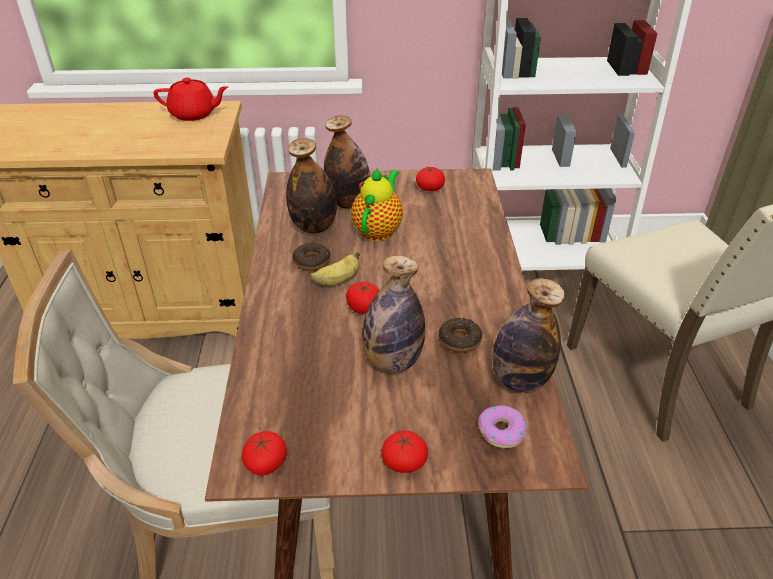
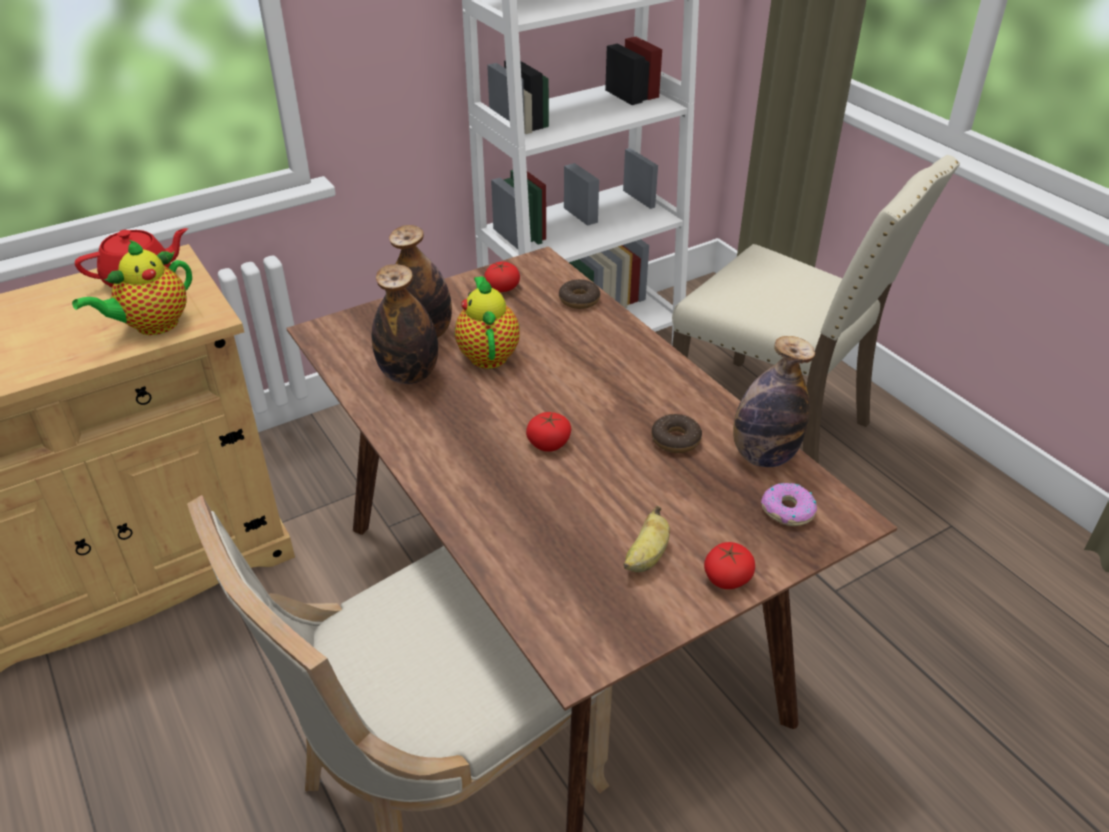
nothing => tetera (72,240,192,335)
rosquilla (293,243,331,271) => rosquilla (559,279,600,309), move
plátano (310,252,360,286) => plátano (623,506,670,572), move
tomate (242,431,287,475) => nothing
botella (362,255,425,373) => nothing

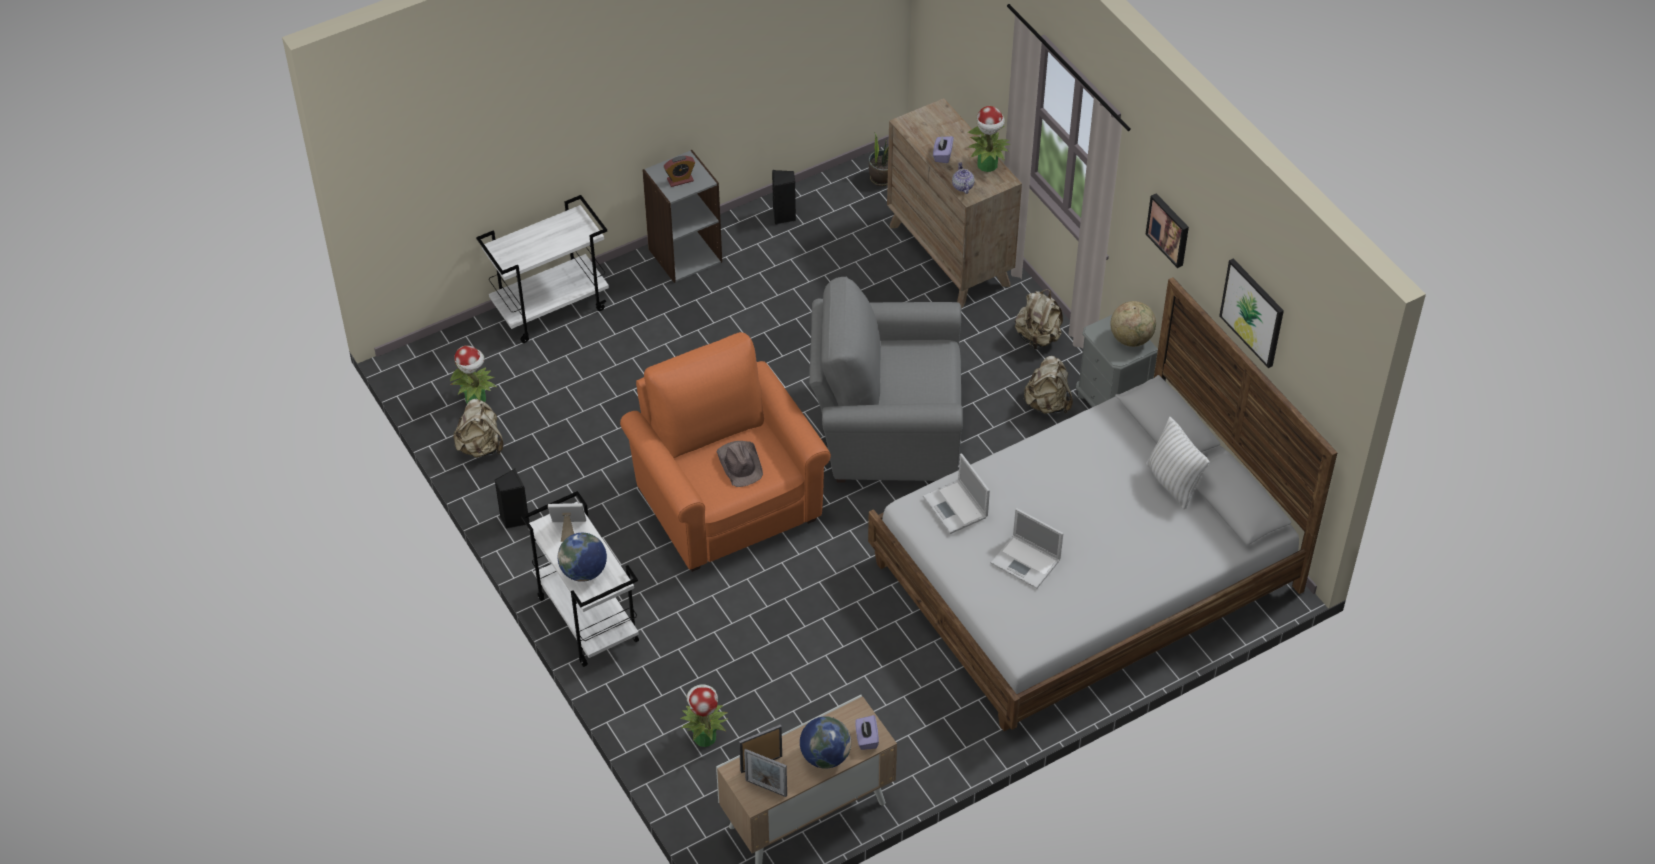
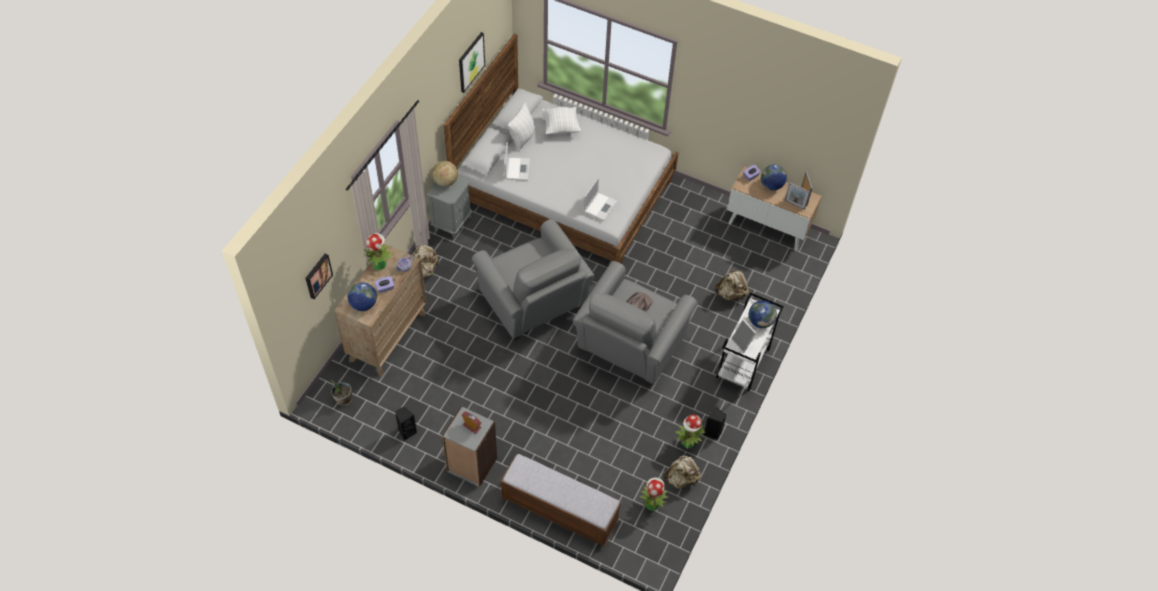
cuadro (1146,193,1189,268) => cuadro (306,254,333,299), move
nothing => globo terráqueo (348,282,377,311)
carrito (blanco) (476,195,609,343) => banco (500,454,621,547)
portátil (990,508,1063,589) => portátil (504,142,530,181), move
nothing => cojín (blanco) (542,107,581,135)
sillón (naranja) (620,332,831,572) => sillón (gris) (573,261,698,386)
planta en maceta (680,684,728,747) => planta en maceta (675,415,705,449), move
mochila (beis) (1024,356,1073,414) => mochila (beis) (715,268,749,301), move

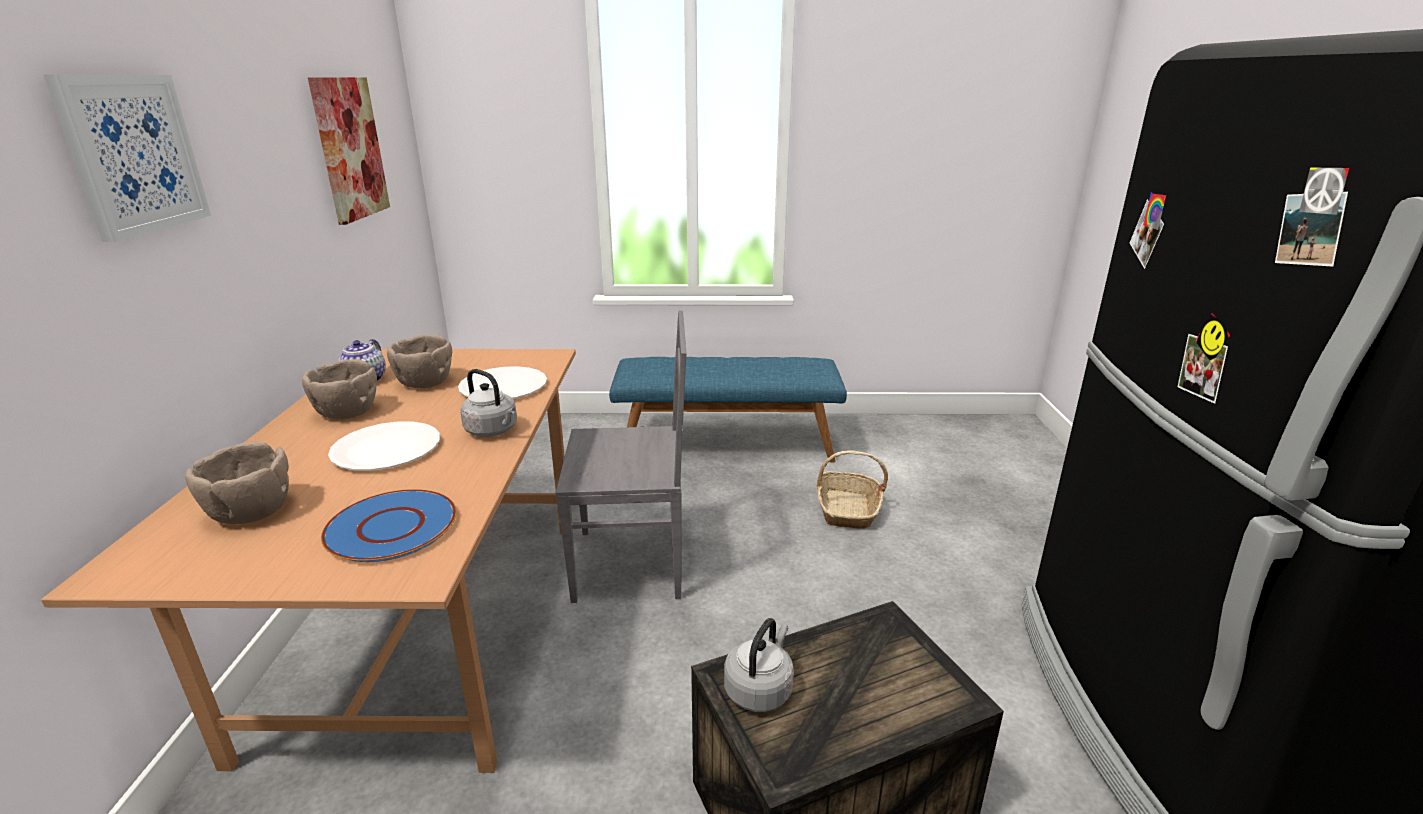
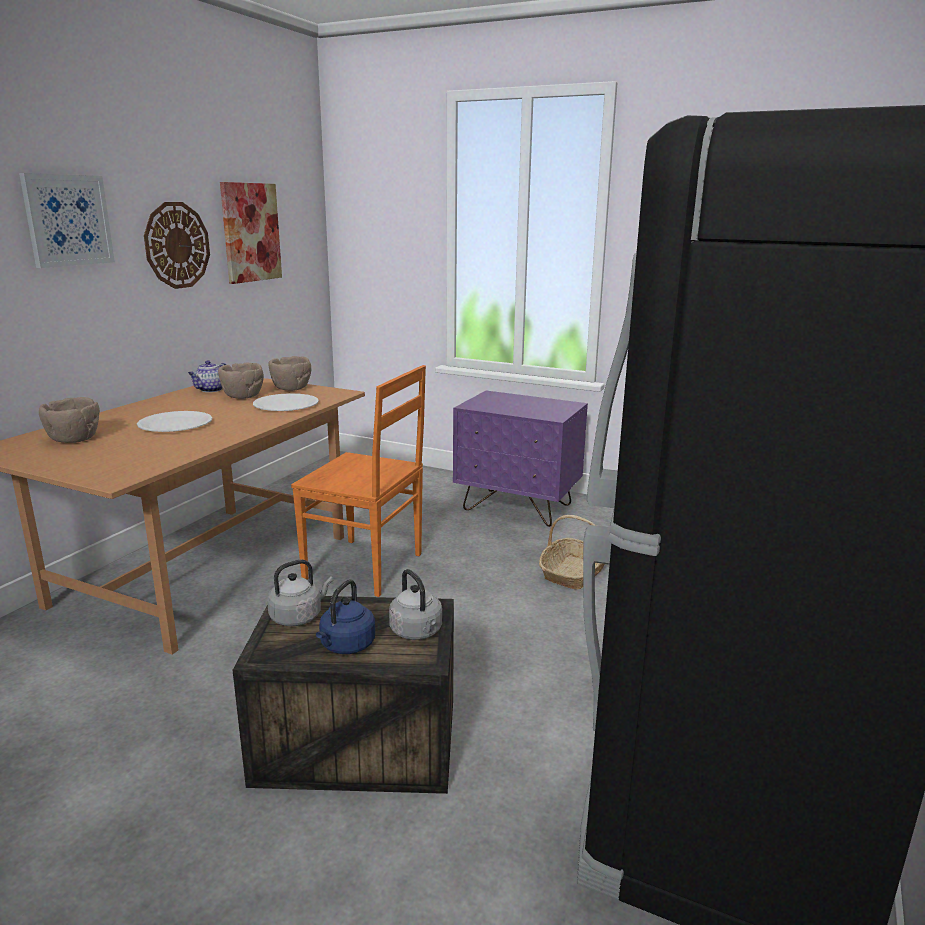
nothing => reloj de pared (144,202,210,289)
cuenco (marrón) (302,359,377,419) => cuenco (marrón) (268,356,311,391), move
silla (gris) (555,311,687,603) => silla (naranja) (291,365,426,597)
nothing => hervidor (azul) (316,579,375,654)
hervidor (gris) (460,369,517,437) => hervidor (gris) (389,569,442,640), move
banco (azul) (609,357,847,463) => mesita de noche (morado) (453,391,588,527)
plato (azul) (321,489,457,562) => nothing

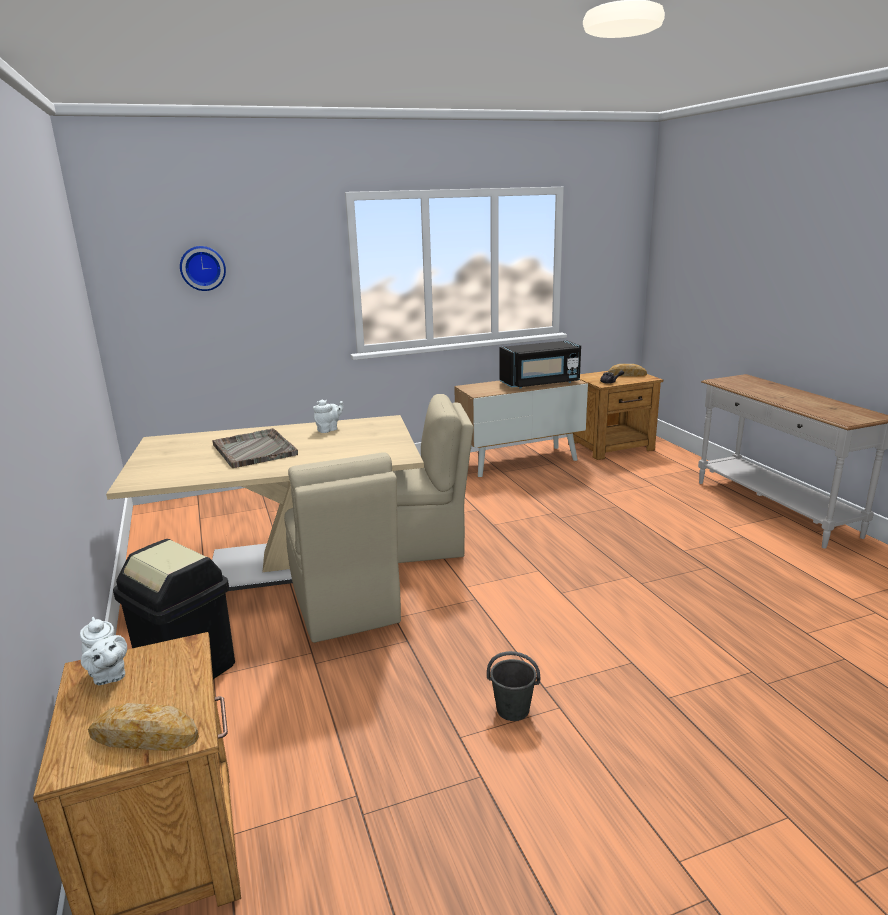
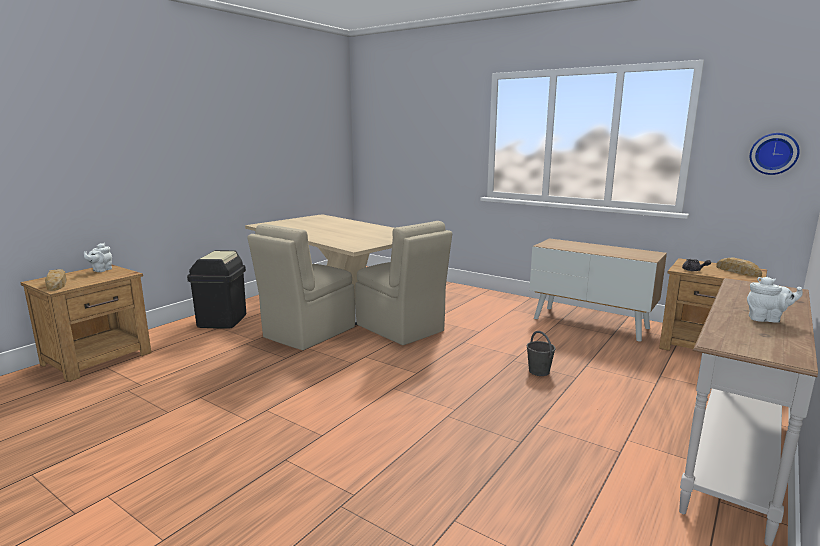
cubo (gris) (487,651,540,721) => cubo (gris) (527,331,556,376), move
tetera (blanco) (313,400,344,433) => tetera (blanco) (747,277,803,323), move
reloj de pared (180,246,226,291) => reloj de pared (750,133,800,175), move
bandeja (gris) (212,428,298,468) => nothing
microondas (negro) (500,340,581,389) => nothing

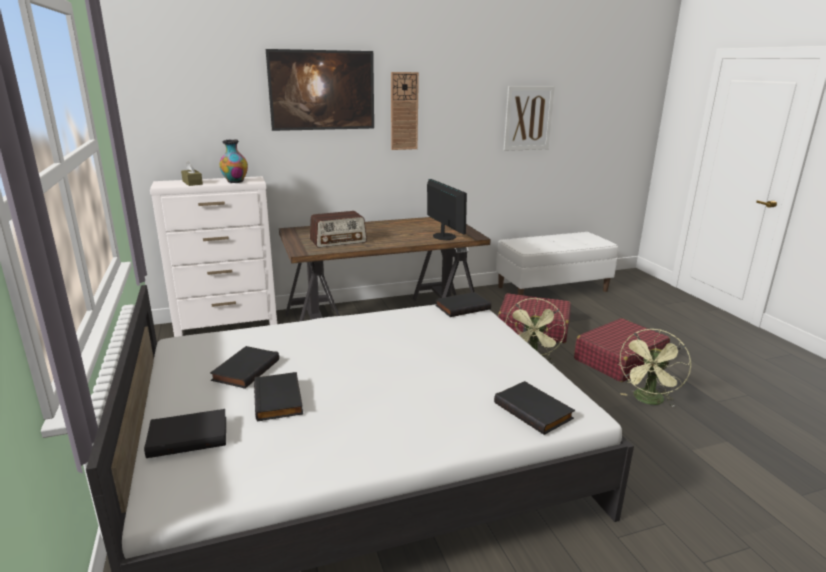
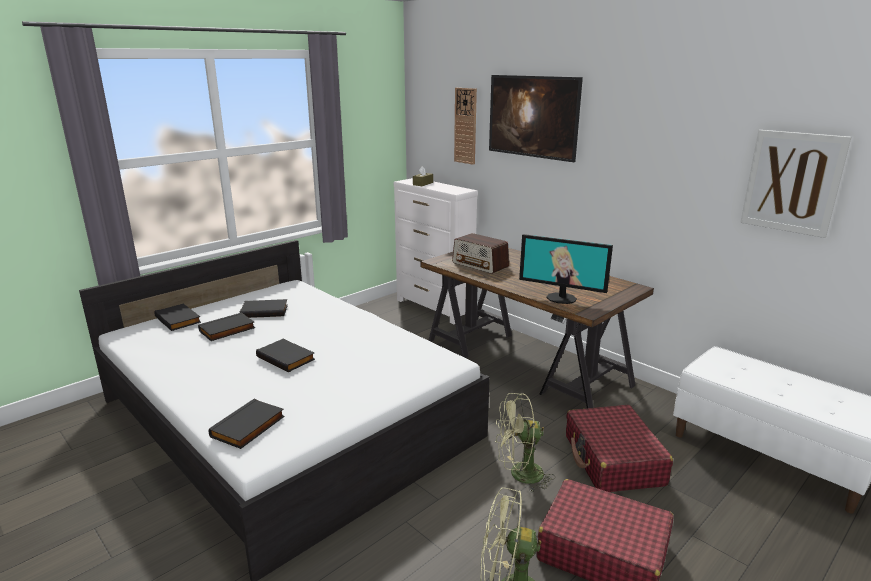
libro (negro) (435,292,491,317) => libro (negro) (256,339,315,372), move
reloj de pared (391,72,419,150) => reloj de pared (454,88,477,165), move
monitor (427,179,467,240) => monitor (519,234,613,304), 75 degrees clockwise
florero (220,139,248,183) => nothing

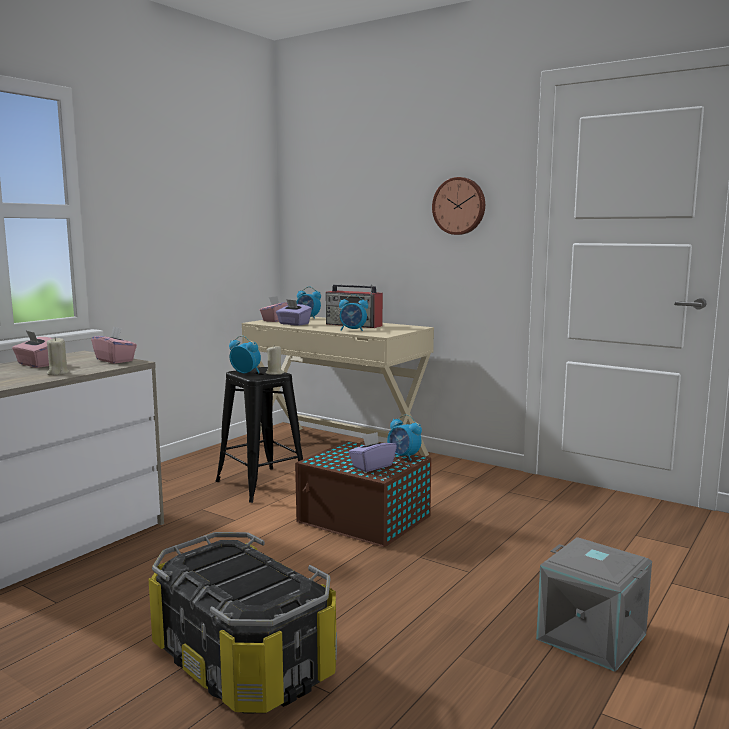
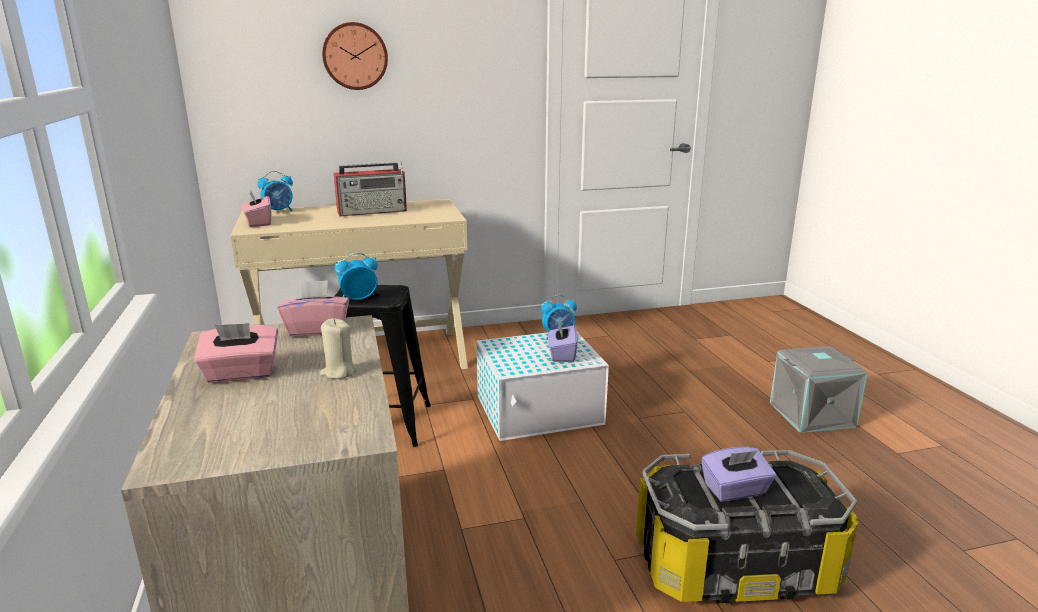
reloj de pared (432,177,485,235) => reloj de pared (322,22,388,90), move
caja de almacenaje (marrón) (295,441,431,547) => caja de almacenaje (blanco) (476,332,609,441)
caja de pañuelos (morado) (276,299,312,326) => caja de pañuelos (morado) (701,447,776,502), move
vela (beis) (266,346,284,375) => nothing
despertador (339,294,368,331) => nothing

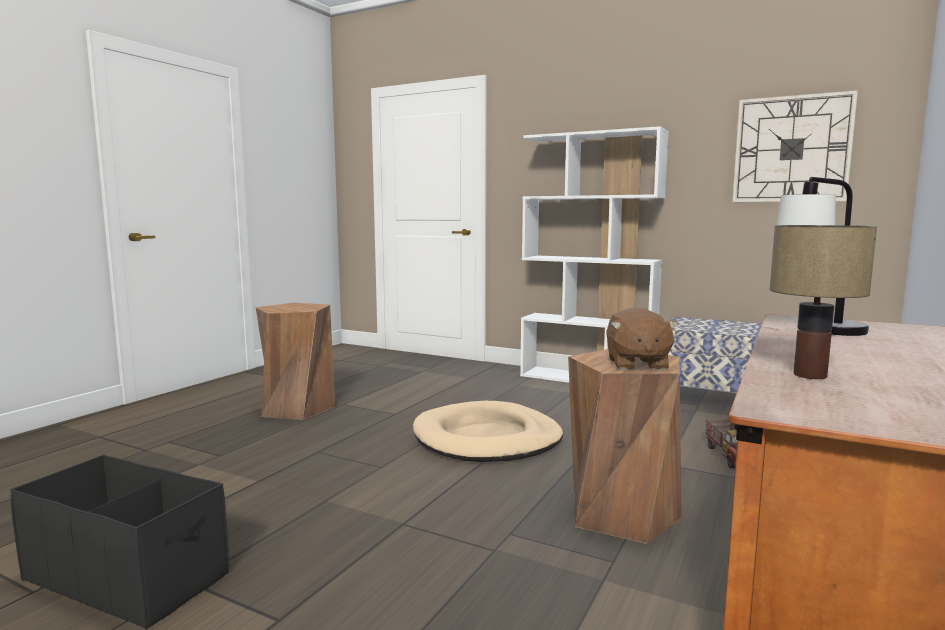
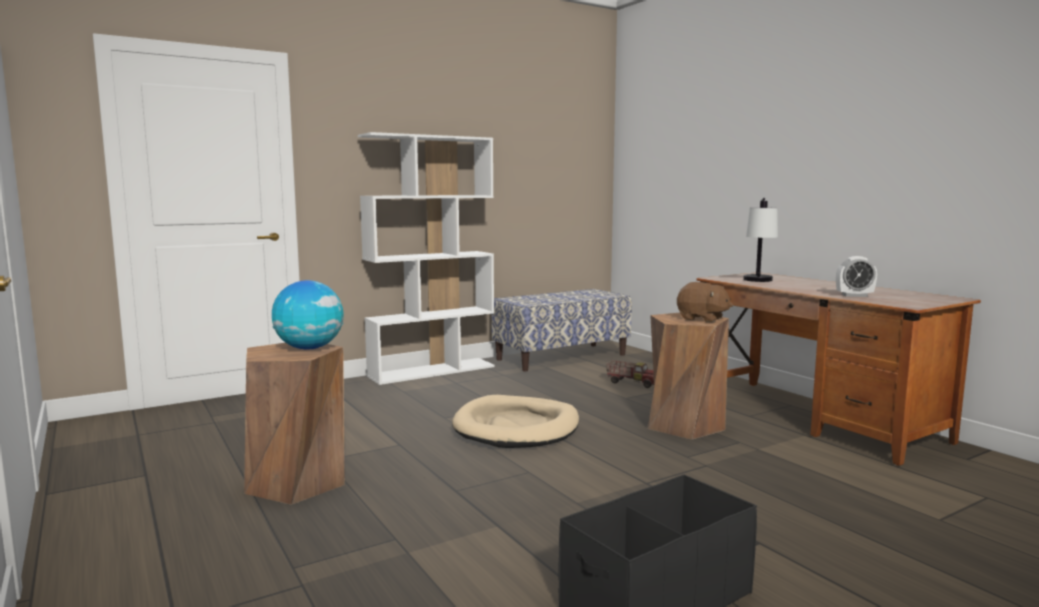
nothing => globo terráqueo (272,280,344,349)
lámpara de mesa (769,225,877,379) => despertador (836,256,877,297)
reloj de pared (732,90,858,202) => nothing

